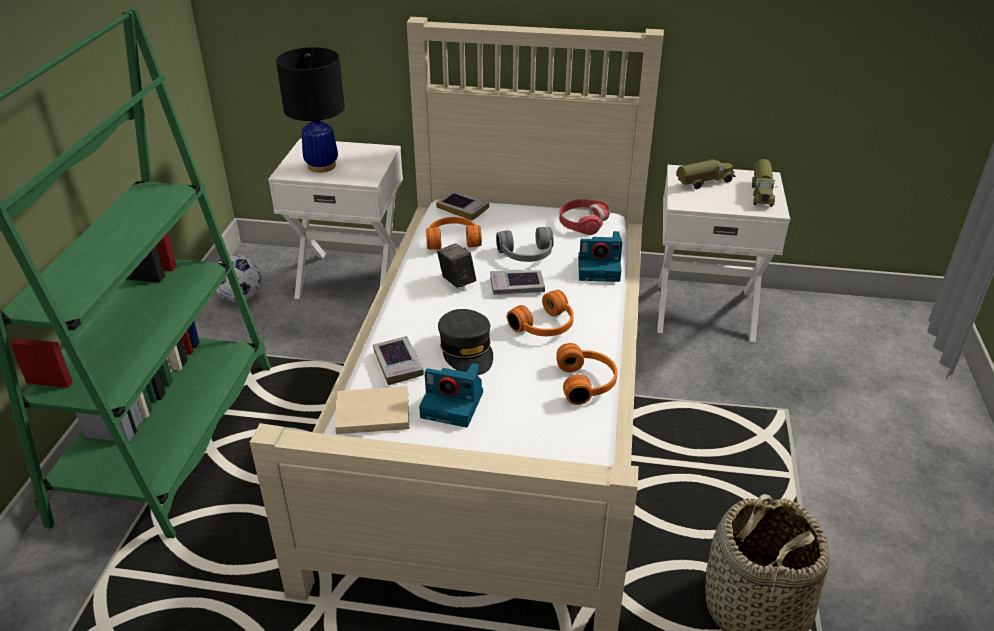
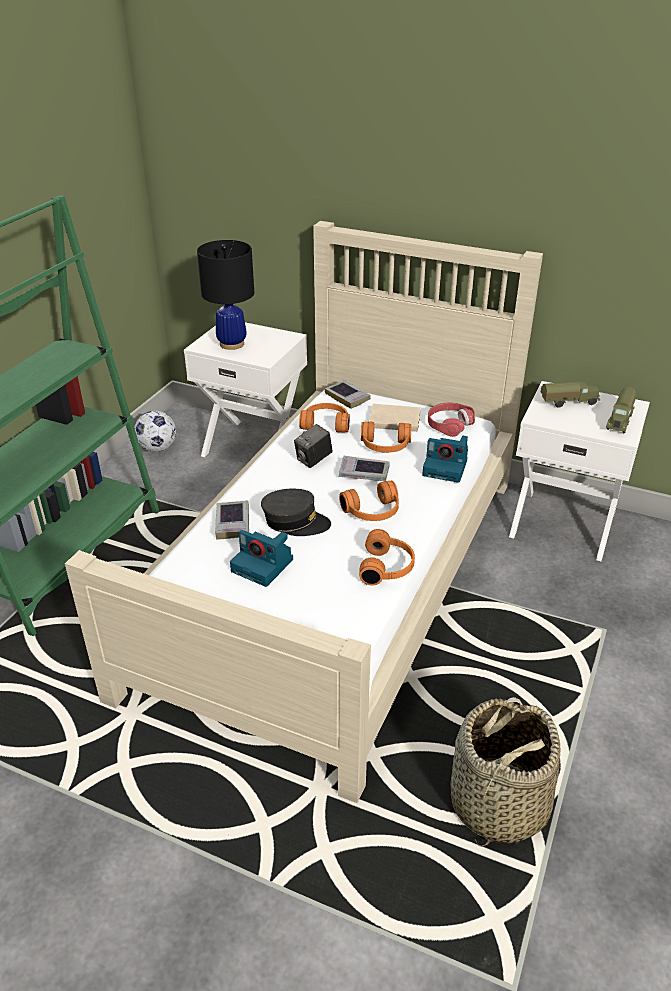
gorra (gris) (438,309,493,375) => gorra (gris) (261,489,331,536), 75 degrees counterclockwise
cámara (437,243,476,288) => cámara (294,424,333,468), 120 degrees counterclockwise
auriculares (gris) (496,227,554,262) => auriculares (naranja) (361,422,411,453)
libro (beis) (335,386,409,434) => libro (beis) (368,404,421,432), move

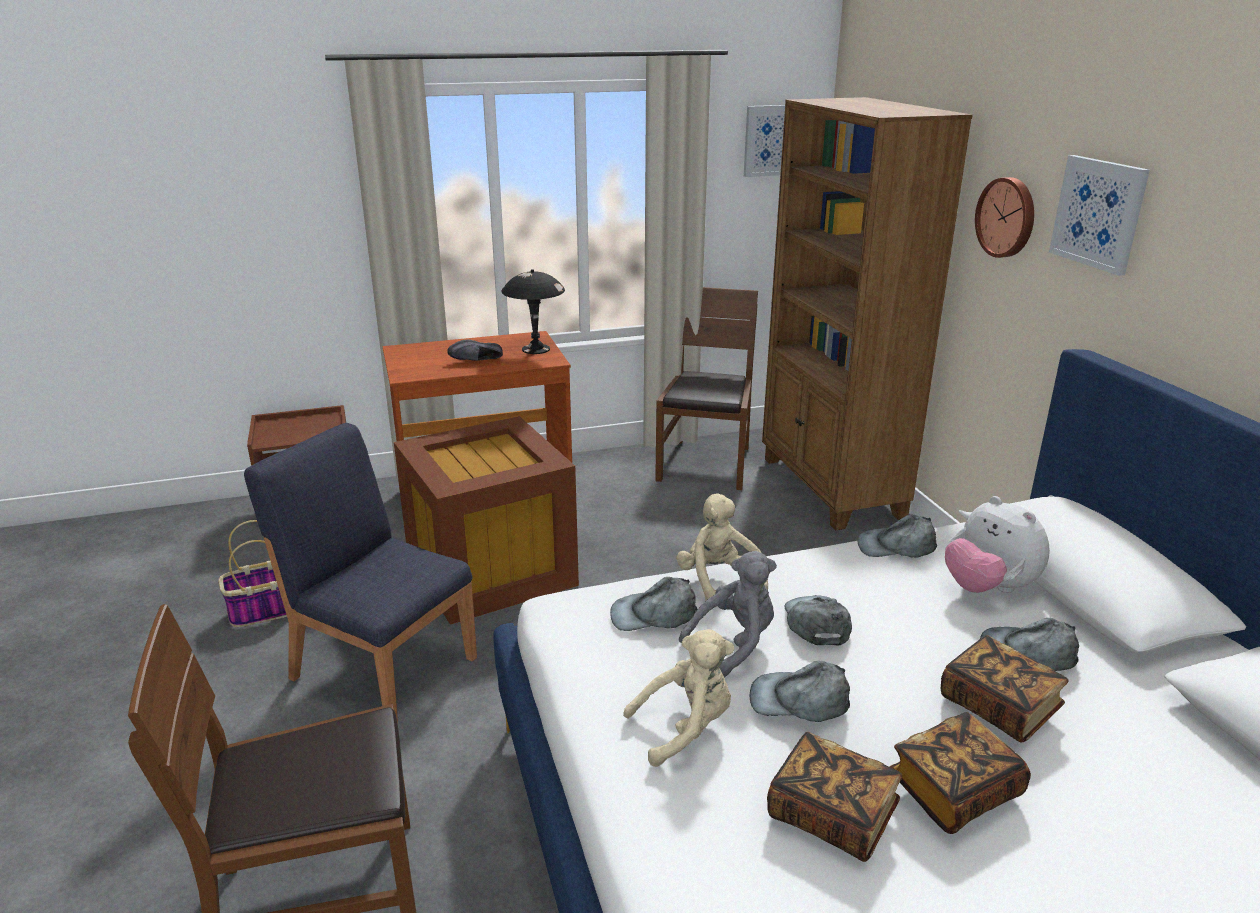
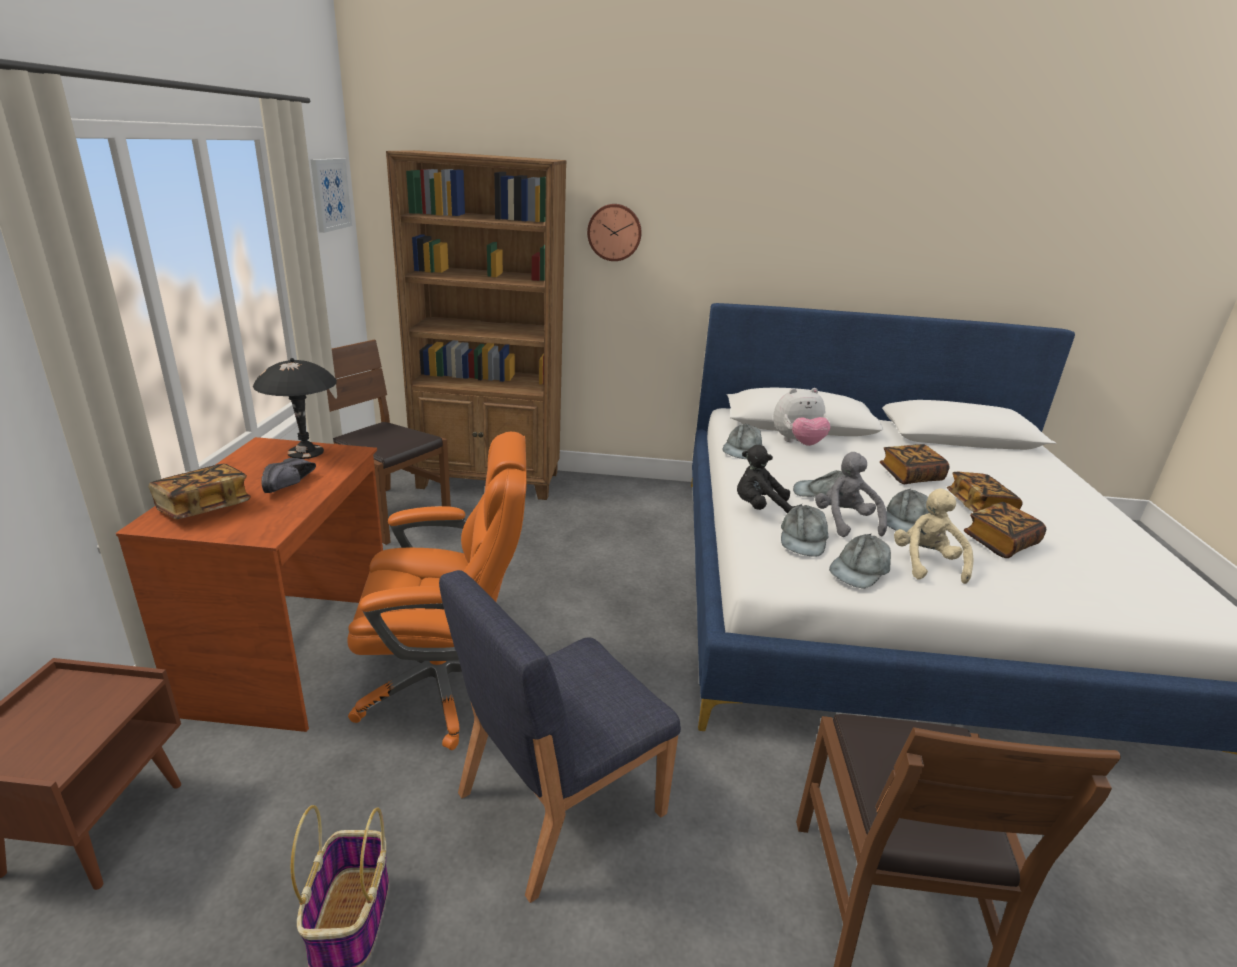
nothing => libro (149,464,251,519)
caja de almacenaje (marrón) (394,416,579,625) => silla de oficina (naranja) (347,432,527,750)
peluche (beis) (676,493,768,607) => peluche (negro) (737,445,796,514)
gorra (gris) (980,618,1079,671) => gorra (gris) (829,533,891,588), move
cuadro (1049,155,1150,276) => nothing

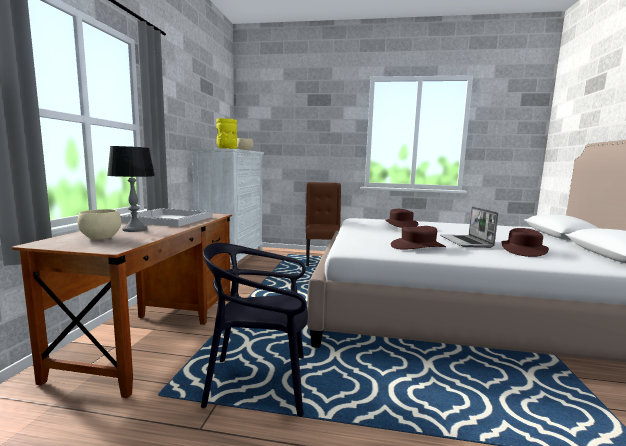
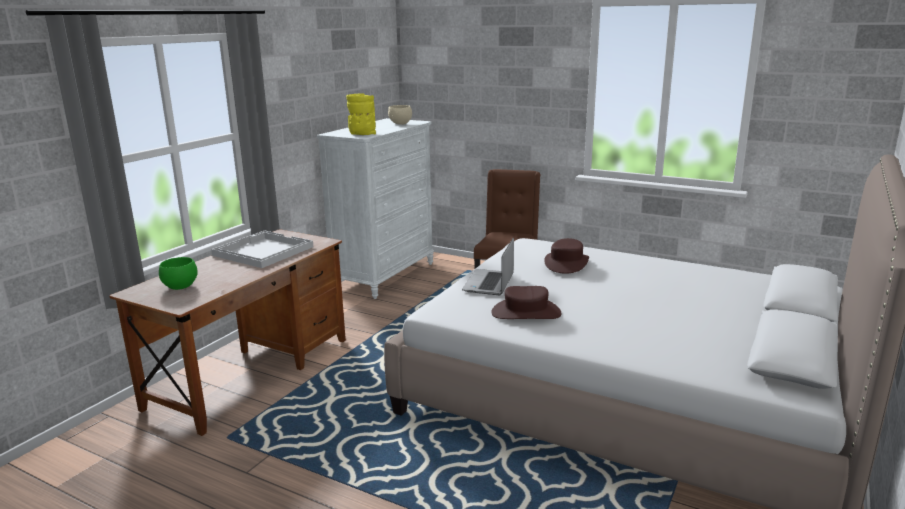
cuenco (beis) (77,209,121,240) => cuenco (verde) (159,257,198,290)
portátil (440,206,498,248) => portátil (462,238,514,295), move
lámpara de mesa (107,146,155,232) => nothing
silla (negro) (201,243,308,417) => nothing
sombrero (marrón) (502,228,549,257) => nothing

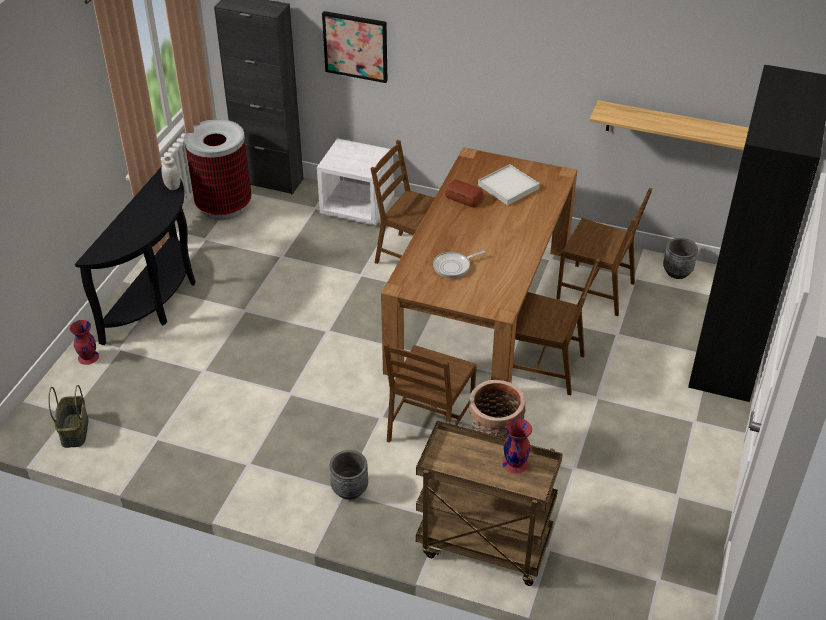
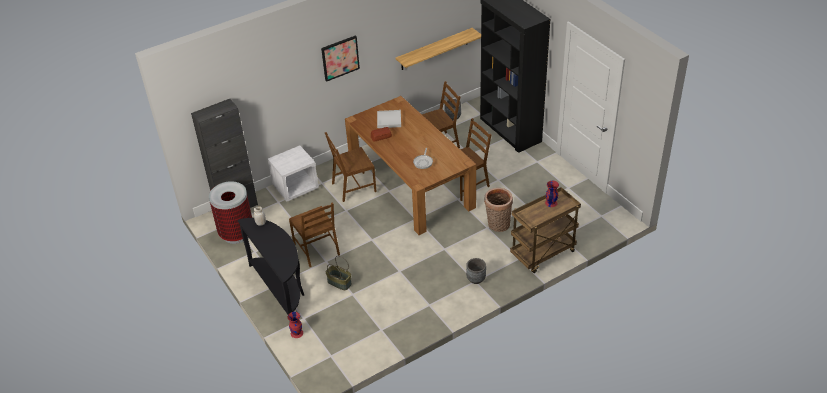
silla (marrón) (384,343,477,443) => silla (marrón) (289,202,340,267), move
cuadro (322,11,387,83) => cuadro (321,36,360,82), move
cesta (48,385,89,448) => cesta (326,255,352,290), move

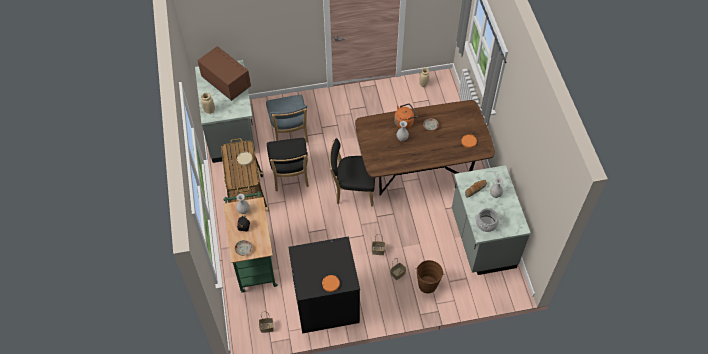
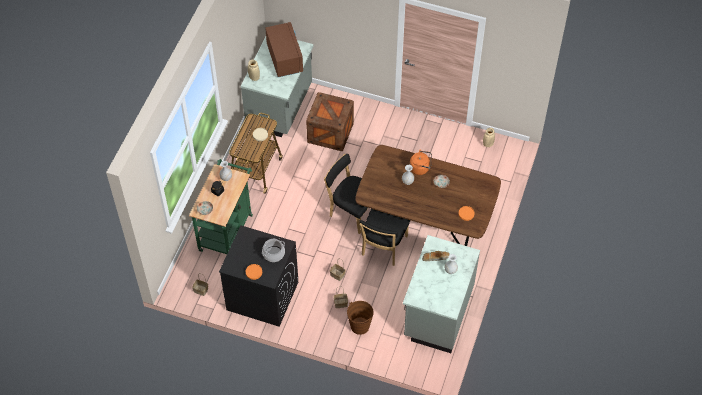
olla (476,208,499,232) => olla (262,239,285,262), move
silla (azul) (266,95,308,142) => caja de embalaje (306,92,354,151)
silla (negro) (267,138,309,191) => silla (negro) (359,209,410,266), move

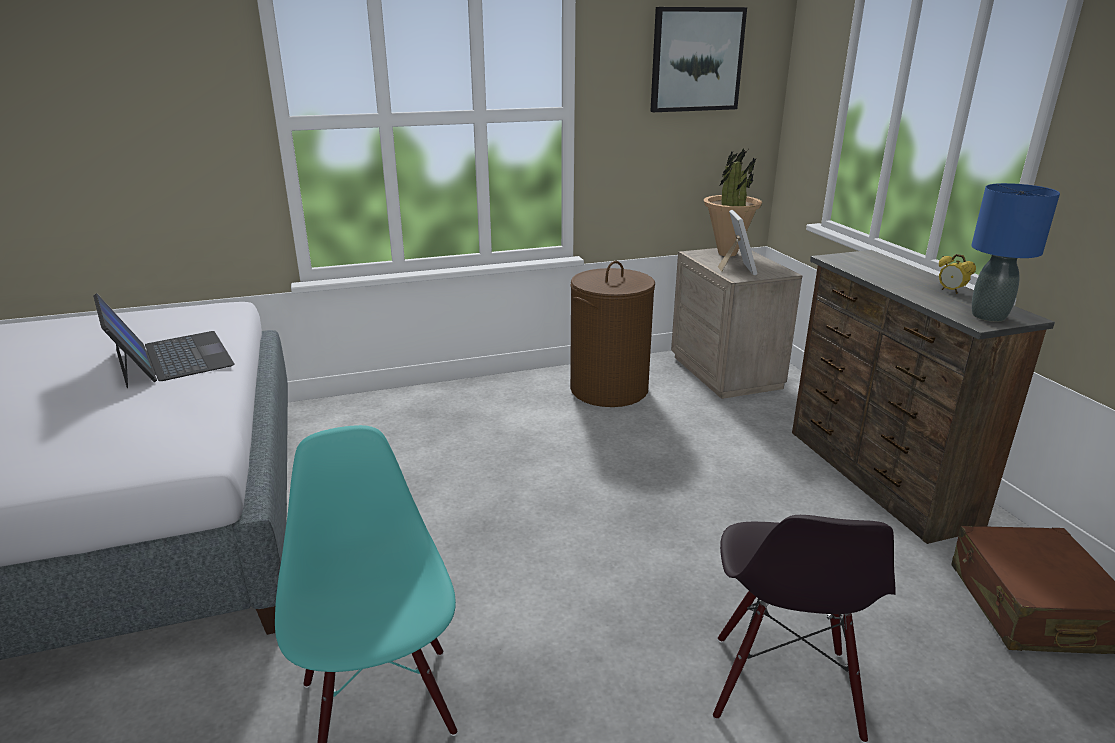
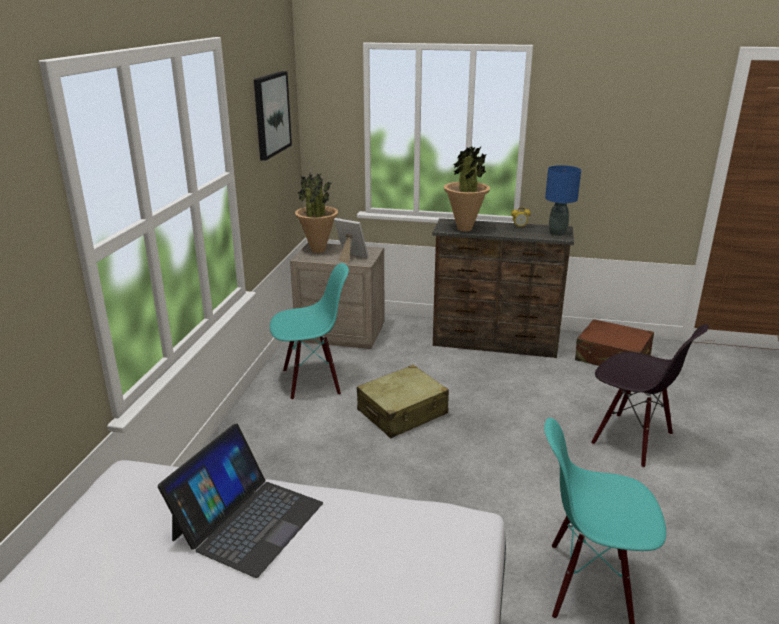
portátil (93,293,235,388) => portátil (158,423,323,578), 120 degrees clockwise
cesto de la ropa (marrón) (570,261,655,407) => silla (turquesa) (270,263,349,400)
nothing => maleta (beis) (357,365,449,438)
nothing => planta en maceta (444,146,490,232)

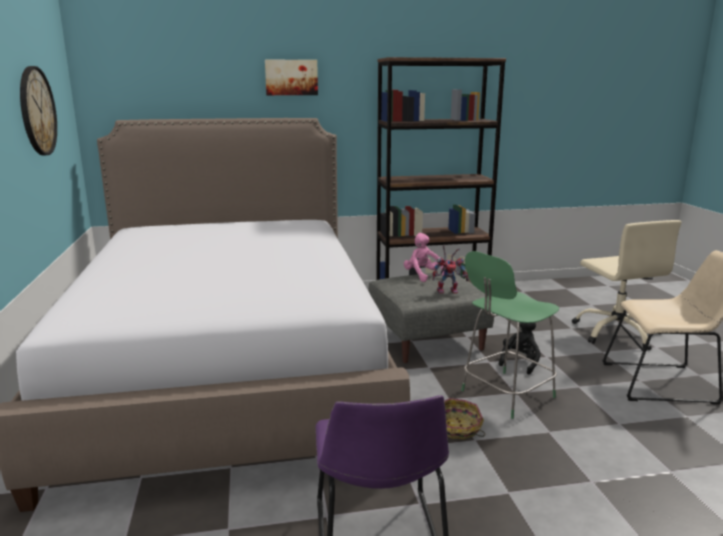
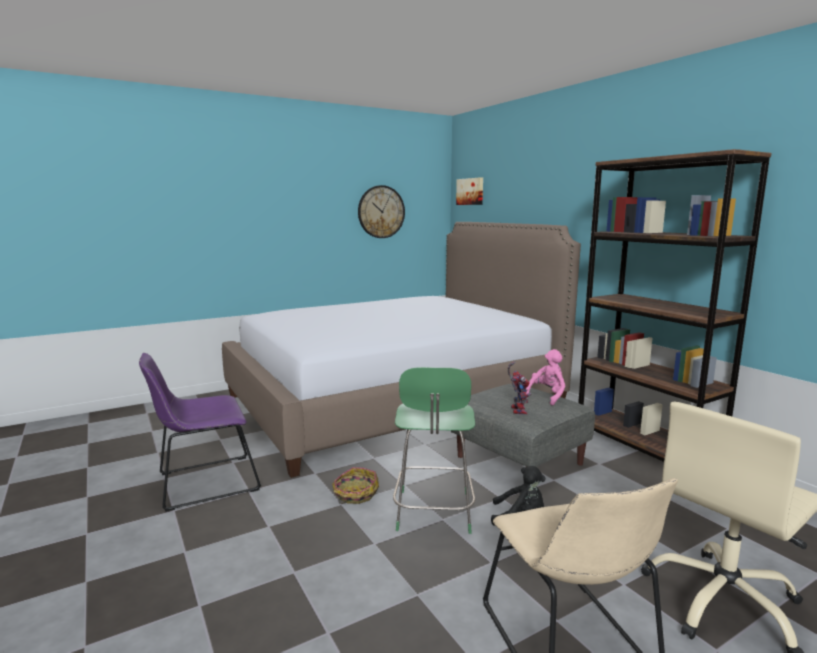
silla (verde) (461,251,559,419) => silla (verde) (393,367,475,534), 120 degrees counterclockwise
cuadro (265,60,318,95) => cuadro (456,177,483,205), move
robot de juguete (432,245,469,294) => robot de juguete (508,362,531,415), 150 degrees counterclockwise

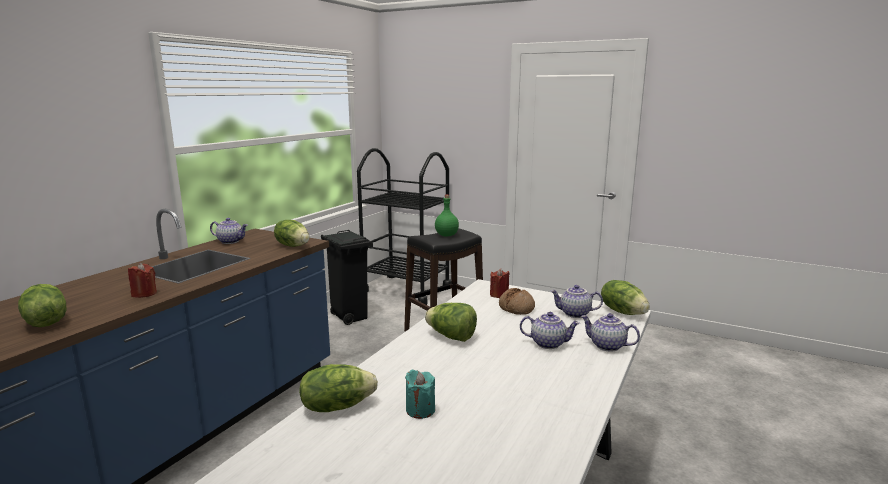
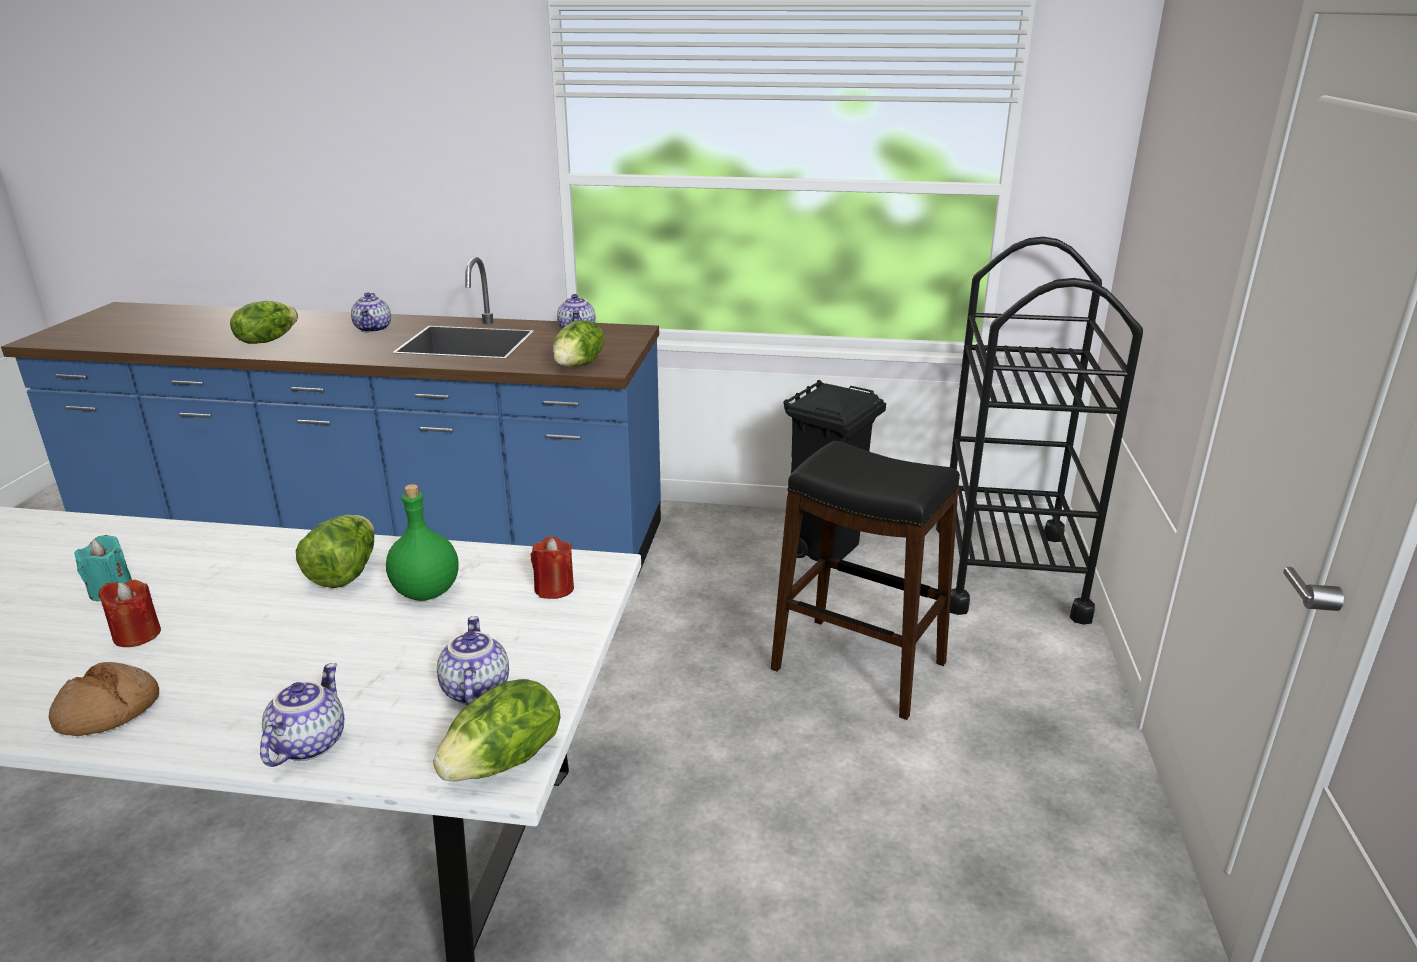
pan (499,288,535,315) => pan (48,662,159,736), move
vela (rojo) (128,263,157,298) => vela (rojo) (98,580,161,647), move
tetera (520,312,580,349) => tetera (351,292,391,333), move
botella (verde) (435,195,459,237) => botella (verde) (386,484,459,601), move
lechuga (299,364,378,412) => nothing

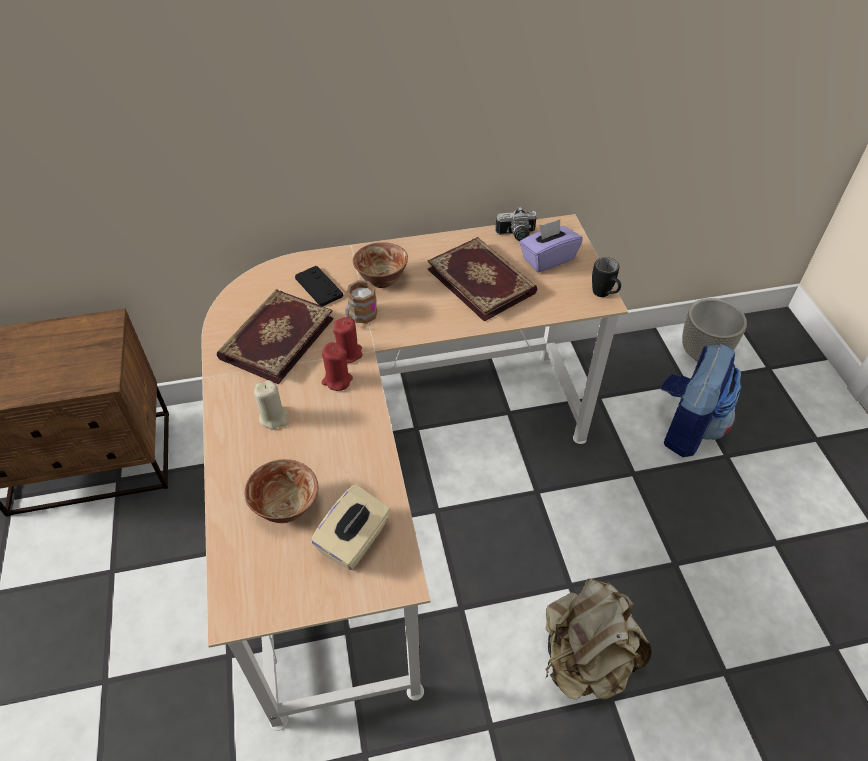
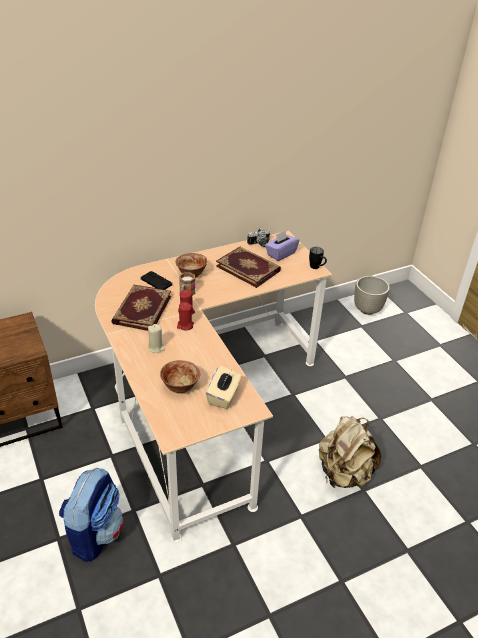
mochila (661,344,741,457) => mochila (59,468,124,562), move

